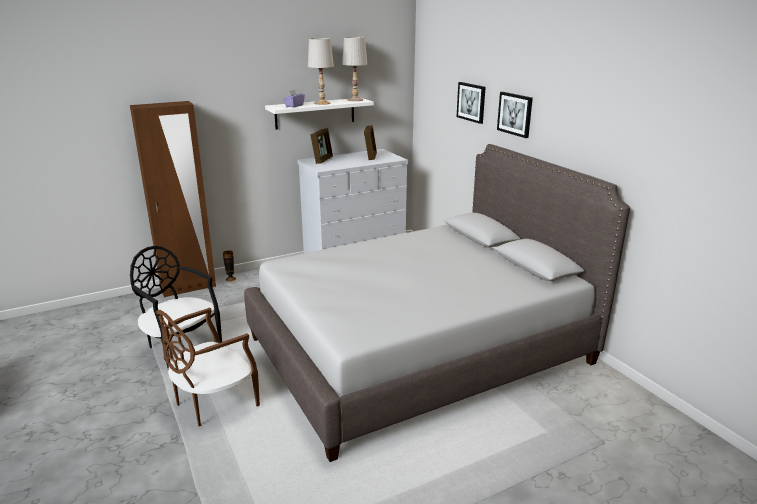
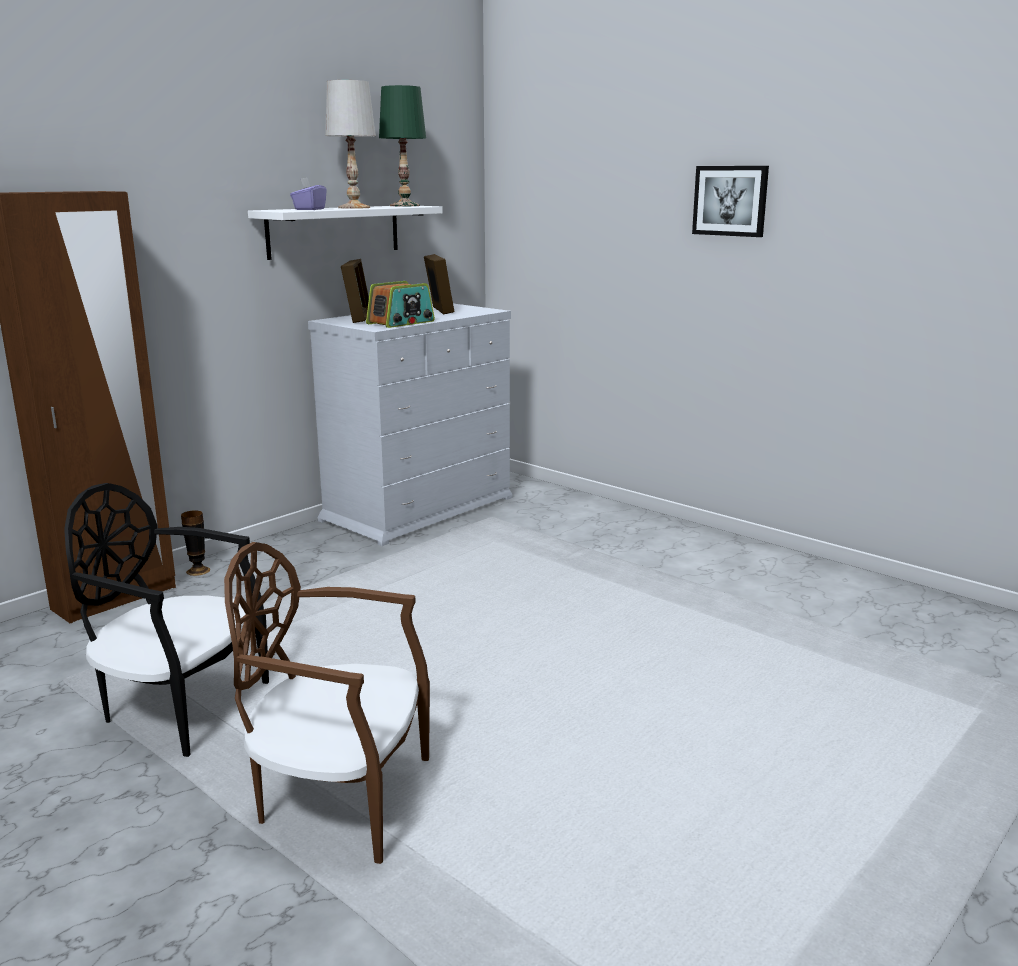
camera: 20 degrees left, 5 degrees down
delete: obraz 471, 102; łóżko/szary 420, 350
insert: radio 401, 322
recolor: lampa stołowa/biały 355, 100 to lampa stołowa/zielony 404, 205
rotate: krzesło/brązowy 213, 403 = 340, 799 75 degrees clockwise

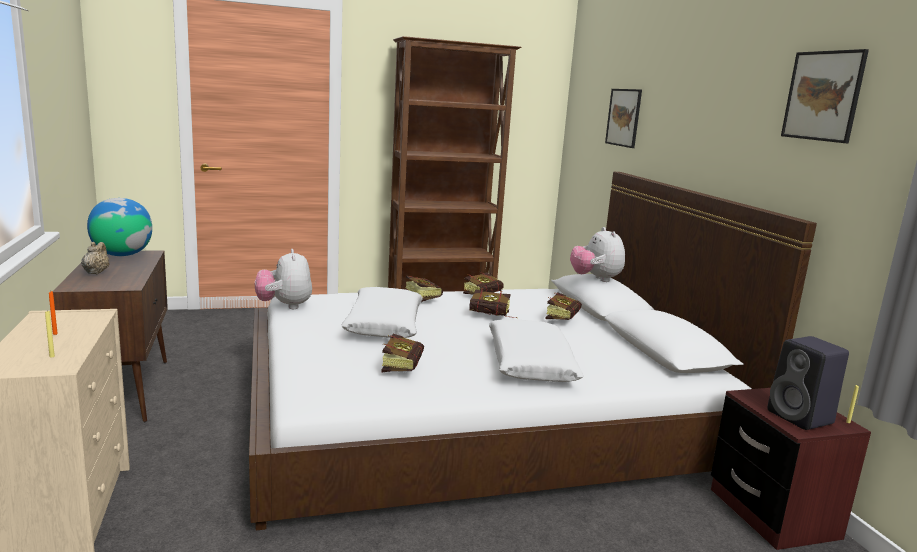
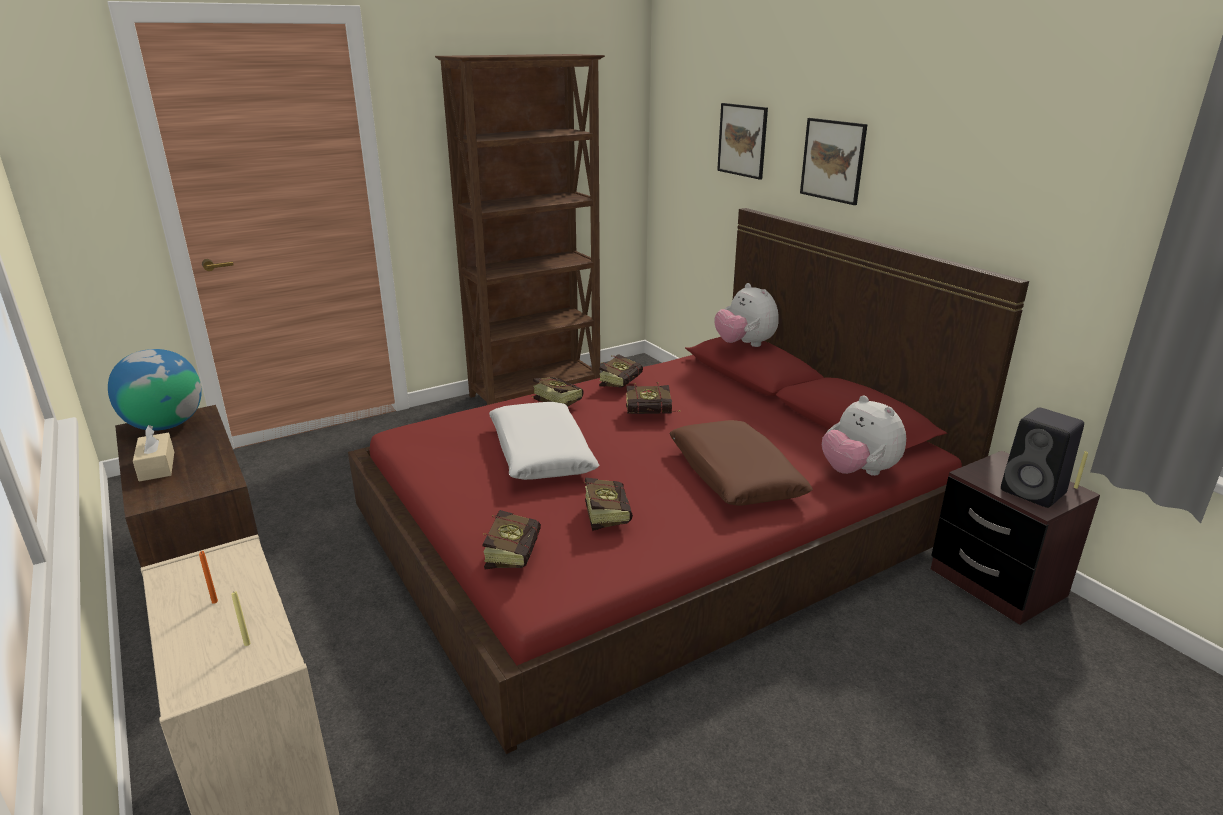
camera: 15 degrees left, 10 degrees up
move: obraz 823, 96 to 833, 160; pluszak 284, 306 to 858, 472; książka 563, 318 to 514, 553
replace: imbryk/beżowy 96, 272 to pudełko chusteczek/beżowy 157, 466
recolor: łóżko/biały 479, 411 to łóżko/czerwony 657, 526; poduszka/biały 530, 363 to poduszka/brązowy 734, 476

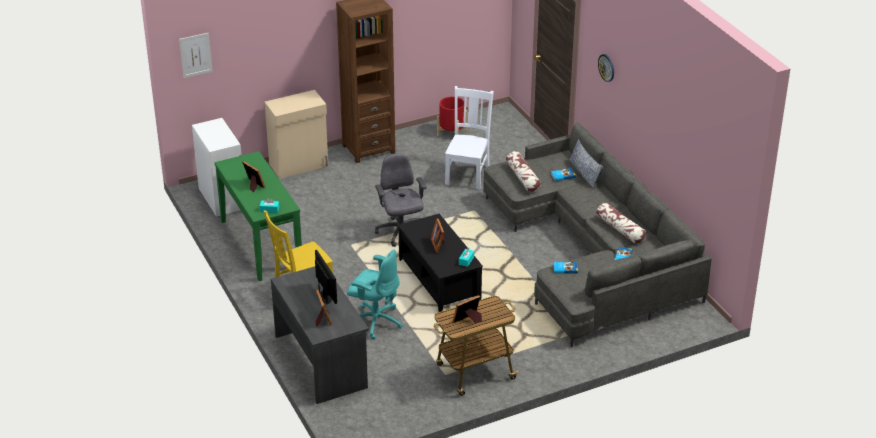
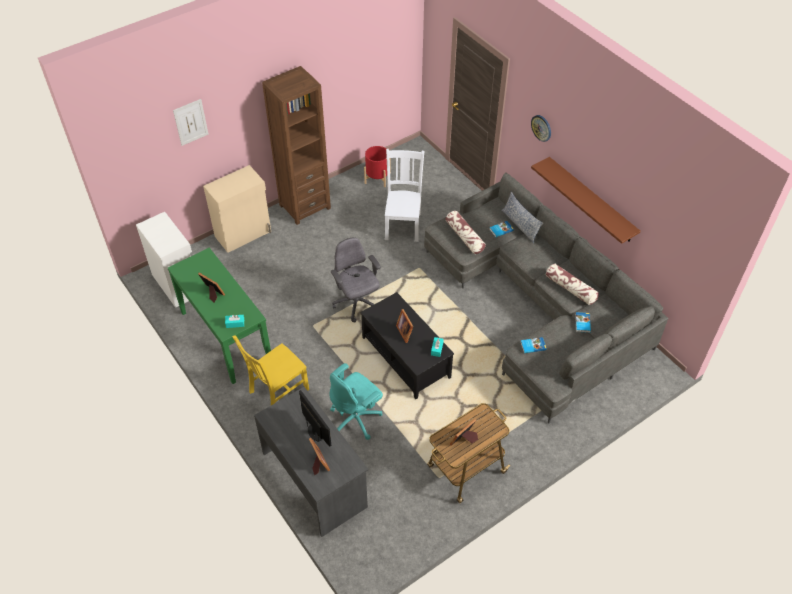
camera: 10 degrees left, 15 degrees up
insert: półka/brązowy 591, 200
move: obraz 195, 55 to 190, 122
rotate: krzesło biurowe/turkusowy 375, 321 = 356, 419 120 degrees clockwise

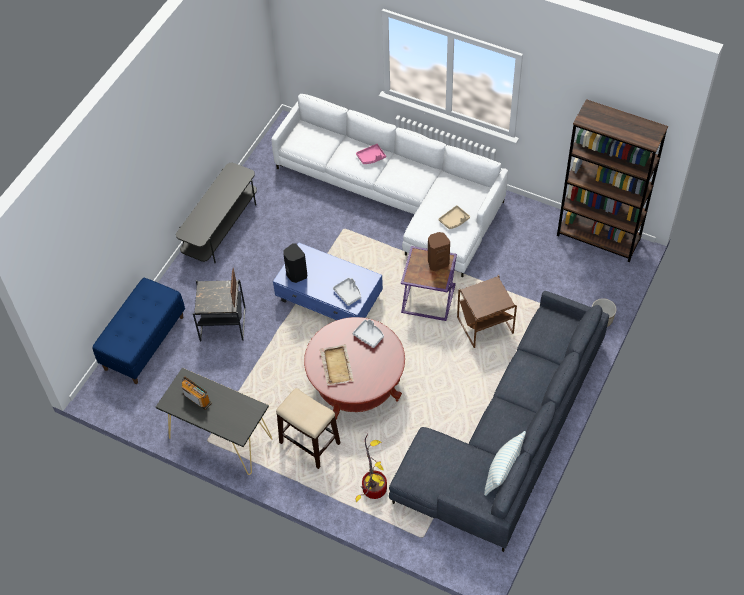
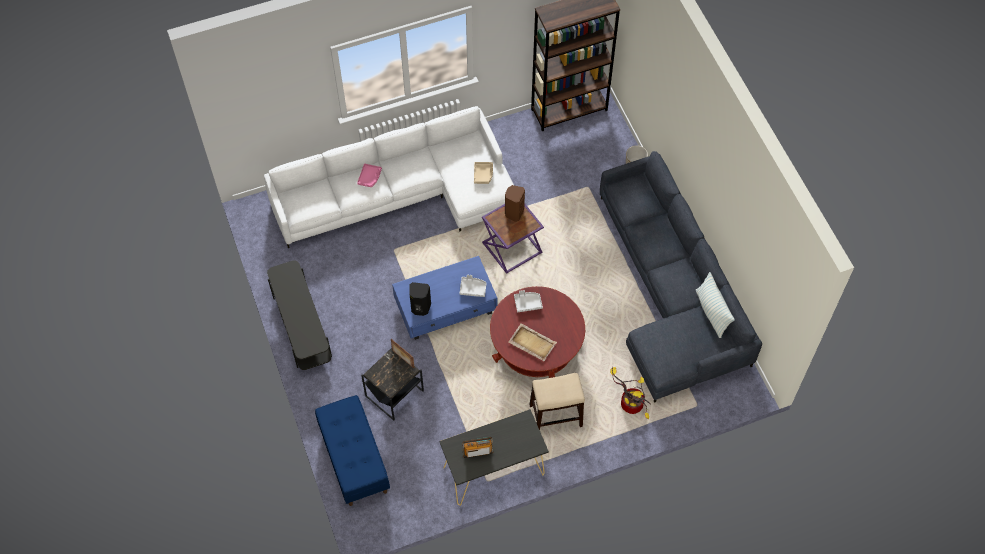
camera: 50 degrees left, 5 degrees up
delete: stolik/brązowy 484, 325

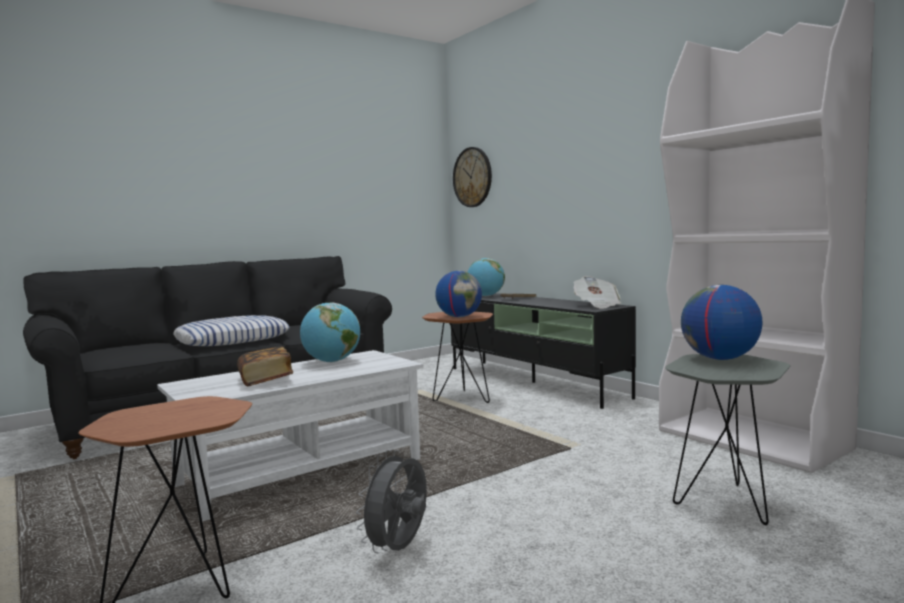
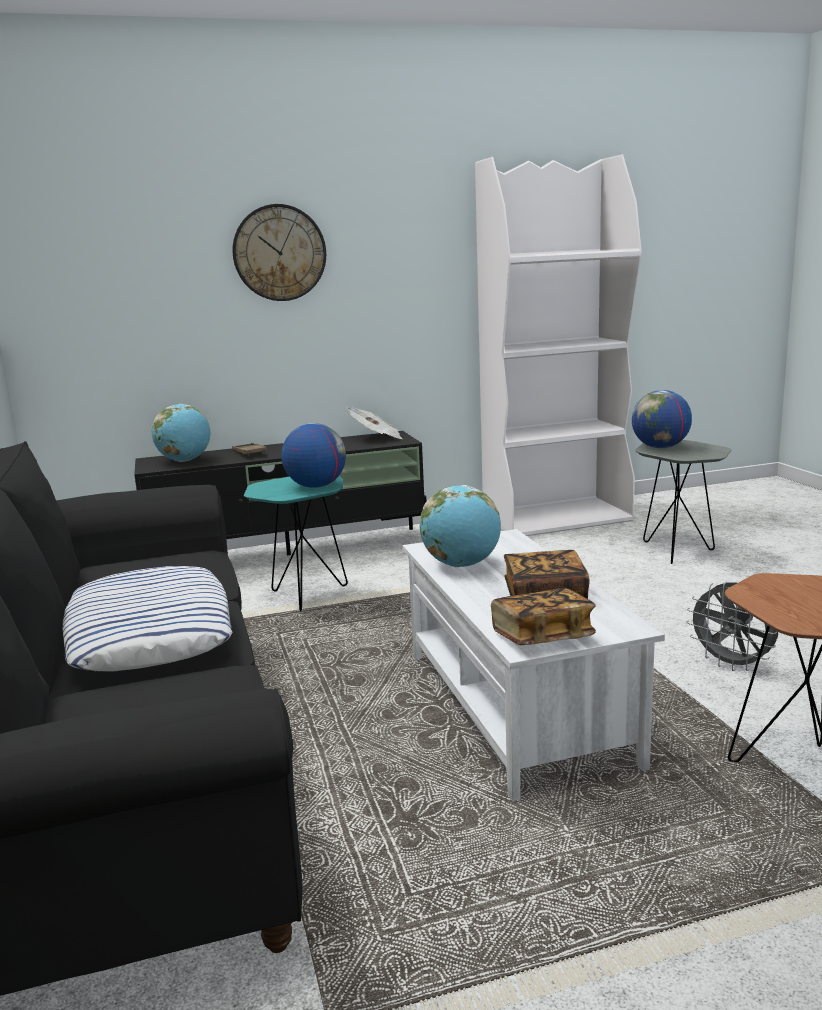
camera: 70 degrees left, 10 degrees up
insert: książka 542, 637
move: zegar ścienny 472, 177 to 279, 253
recolor: stolik/brązowy 460, 398 to stolik/turkusowy 304, 596

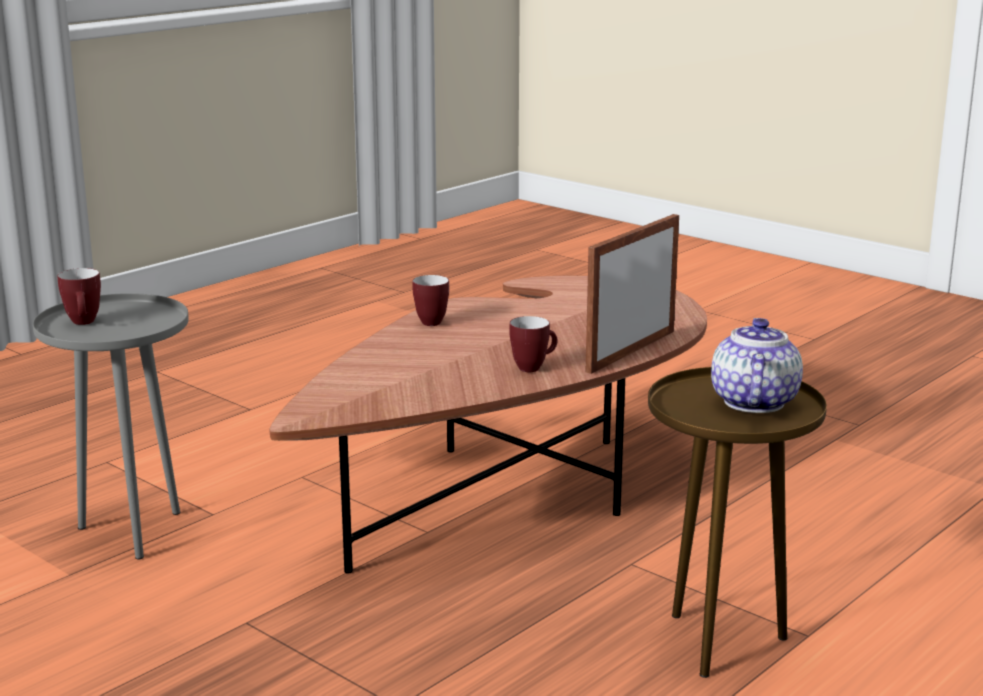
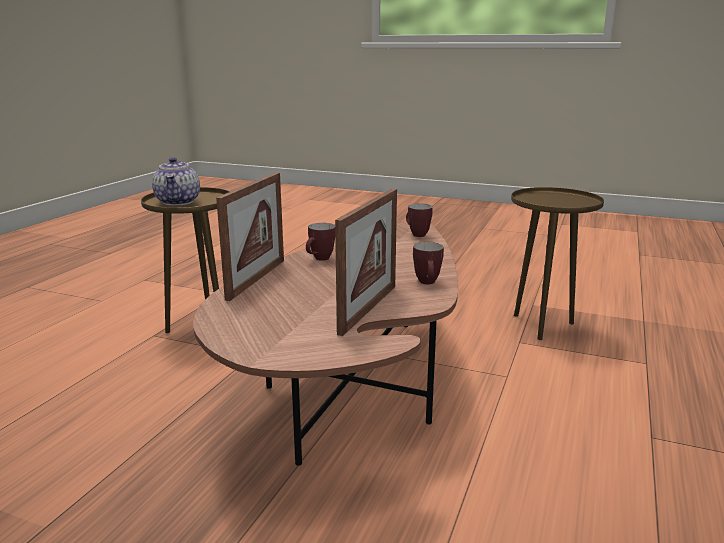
camera: 160 degrees right, 0 degrees up
insert: ramka na zdjęcie 368, 308
move: kubek 84, 323 to 416, 234
recolor: stolik/szary 132, 532 to stolik/brązowy 542, 325

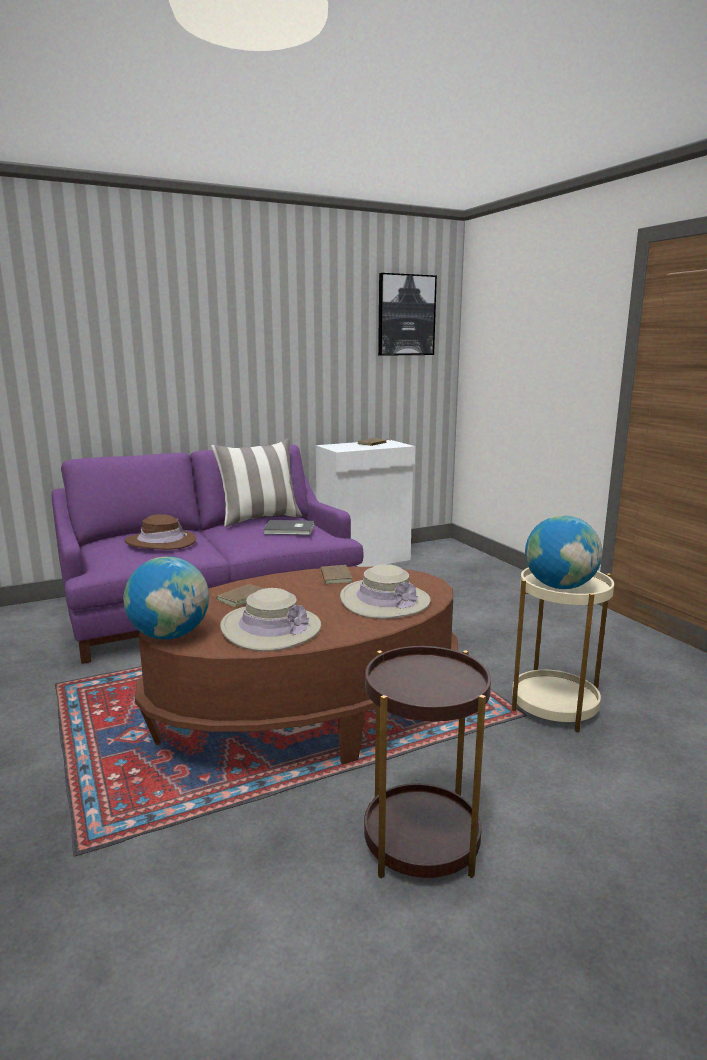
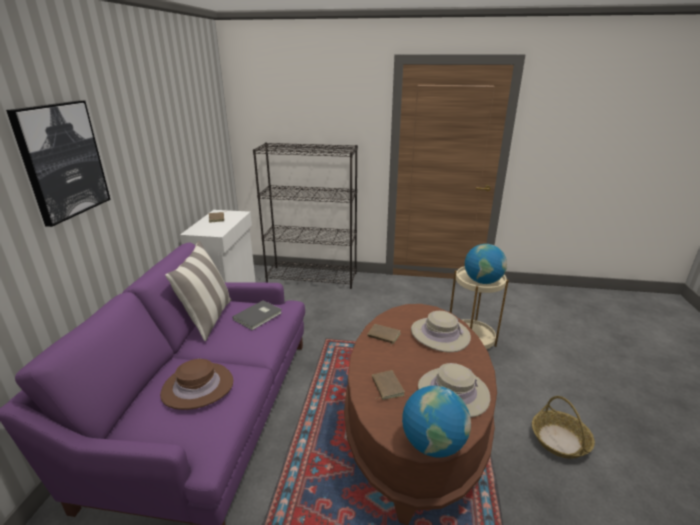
camera: 55 degrees left, 10 degrees up
insert: regał/czarny 312, 277
move: obraz 406, 315 to 62, 161
replace: stolik/brązowy 421, 842 to koszyk 560, 440

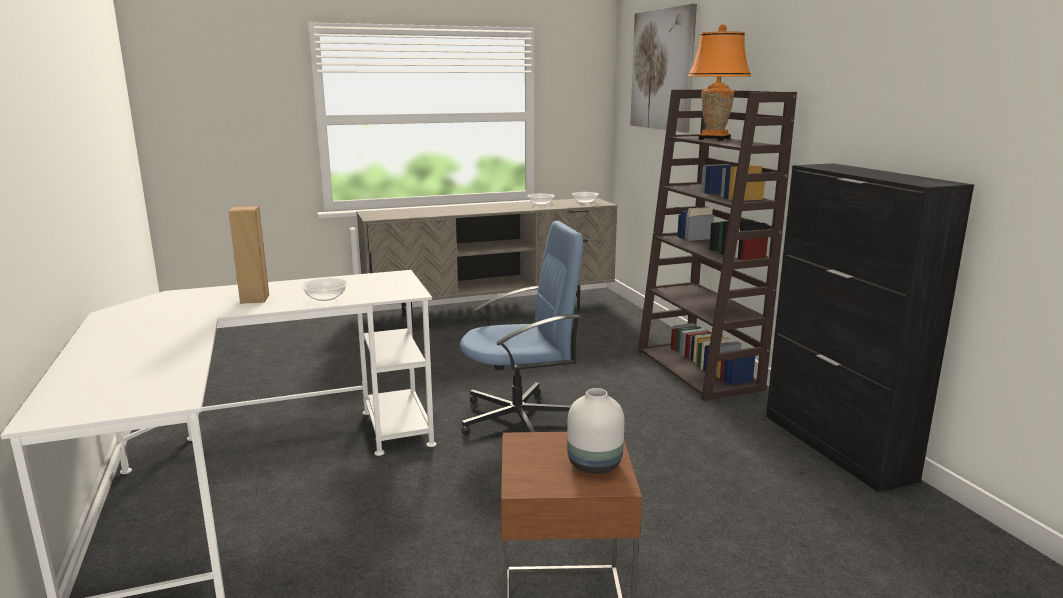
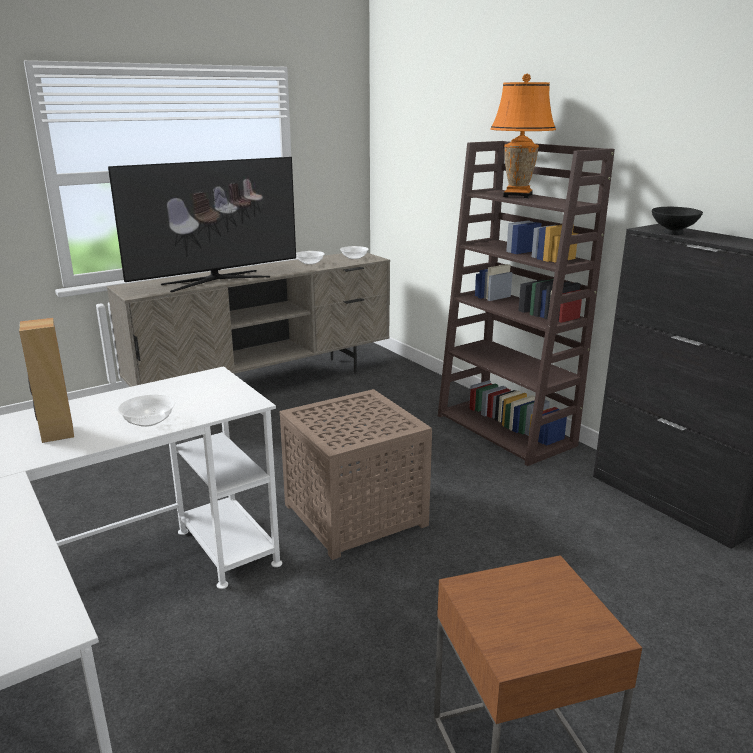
camera: 15 degrees left, 5 degrees up
delete: obraz 662, 70; wazon/biały 596, 464
insert: telewizor 215, 280; miska/czarny 674, 233
replace: krzesło biurowe/niebieski 520, 419 to stolik/brązowy 357, 515

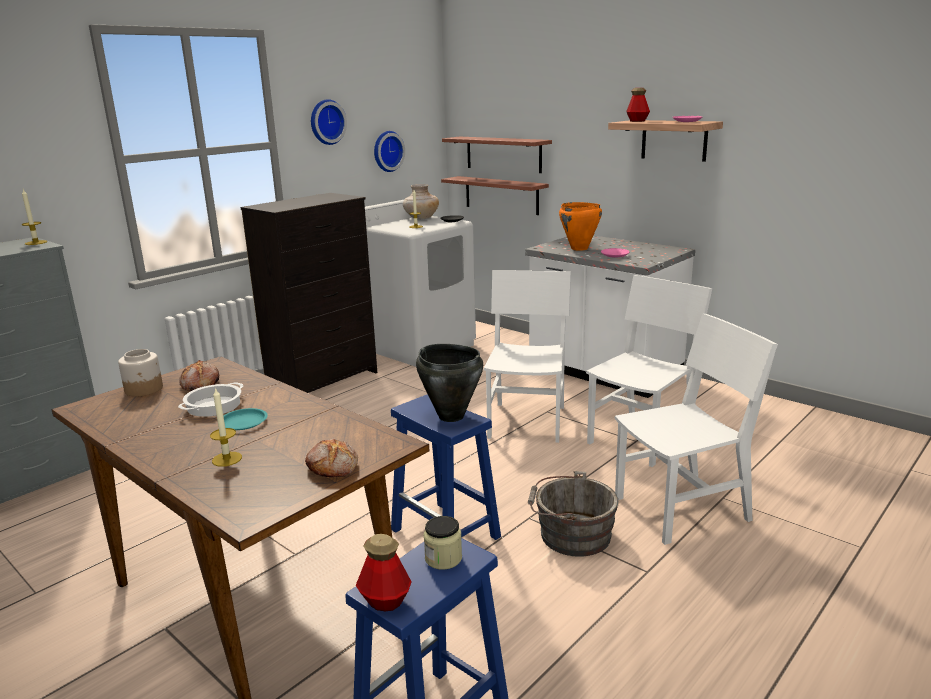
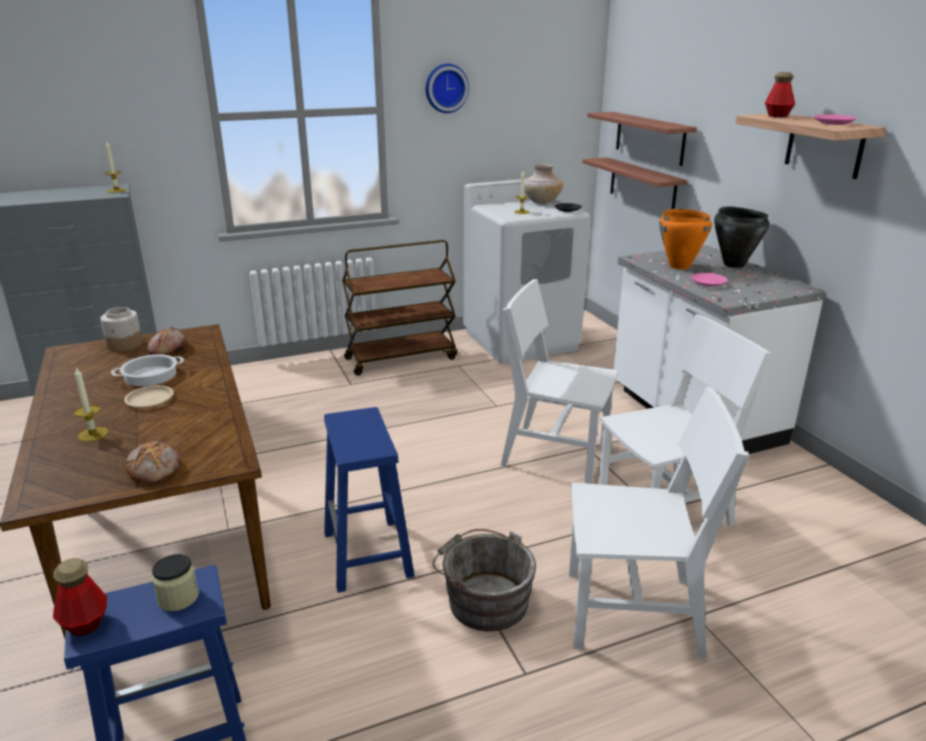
camera: 25 degrees right, 5 degrees up
delete: zegar ścienny 387, 151
move: garnek/czarny 451, 416 to 733, 264
replace: komoda/czarny 324, 381 to wózek/brązowy 401, 358
recolor: talerz/turkusowy 243, 422 to talerz/beżowy 150, 399
rotate: krzesło/biały 527, 422 = 555, 454 105 degrees counterclockwise

